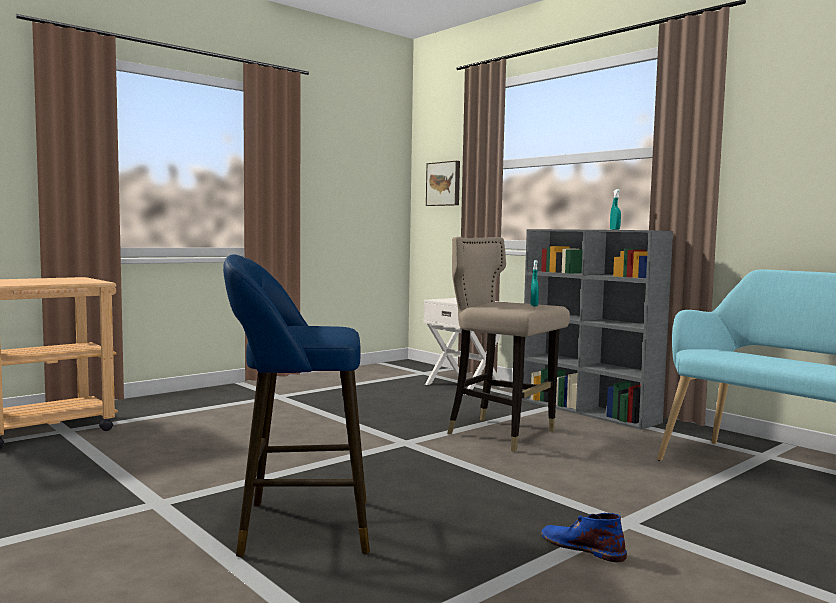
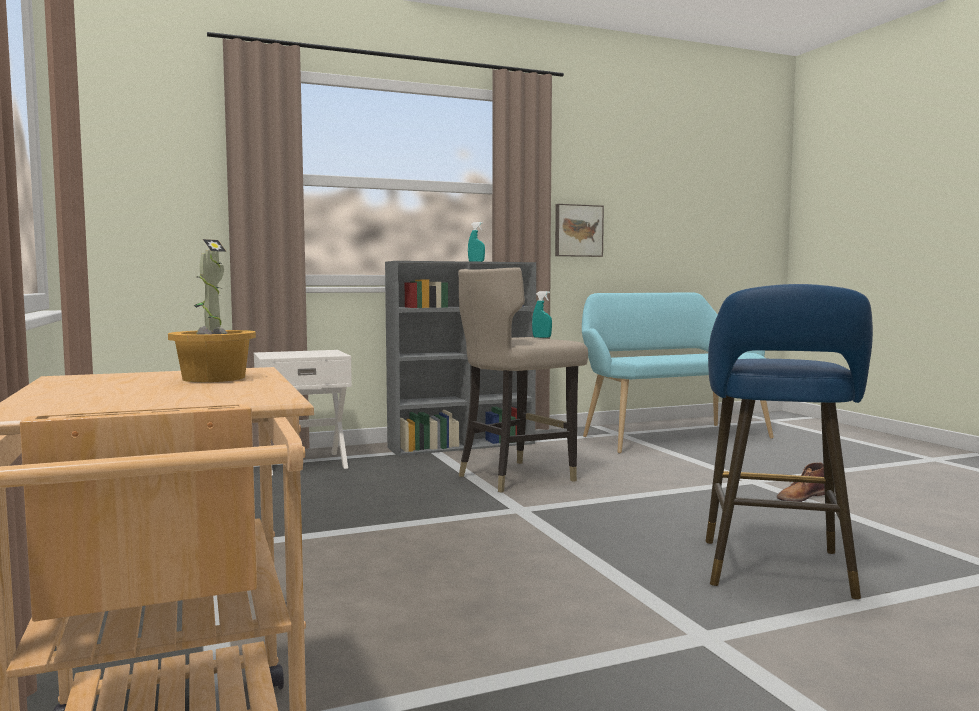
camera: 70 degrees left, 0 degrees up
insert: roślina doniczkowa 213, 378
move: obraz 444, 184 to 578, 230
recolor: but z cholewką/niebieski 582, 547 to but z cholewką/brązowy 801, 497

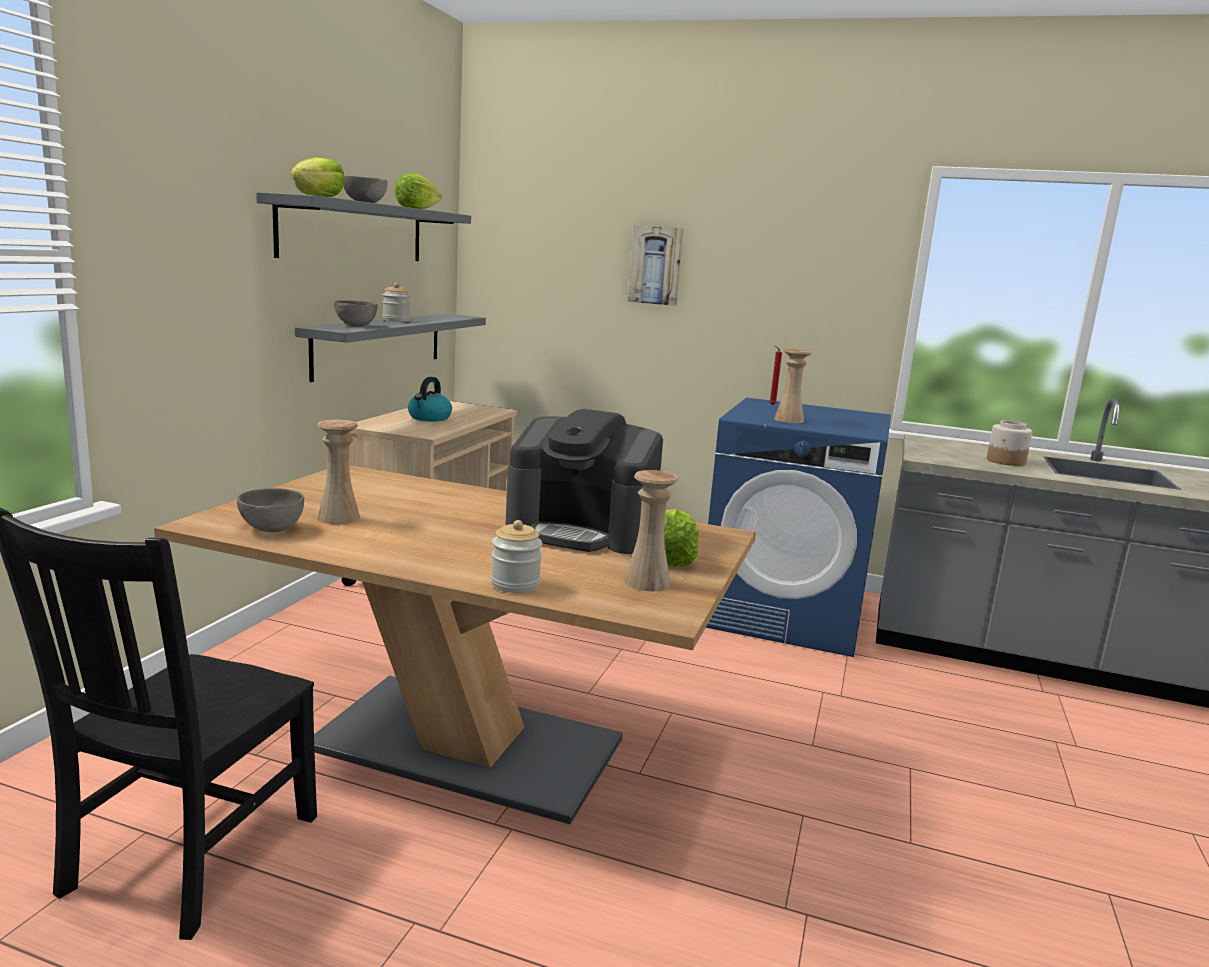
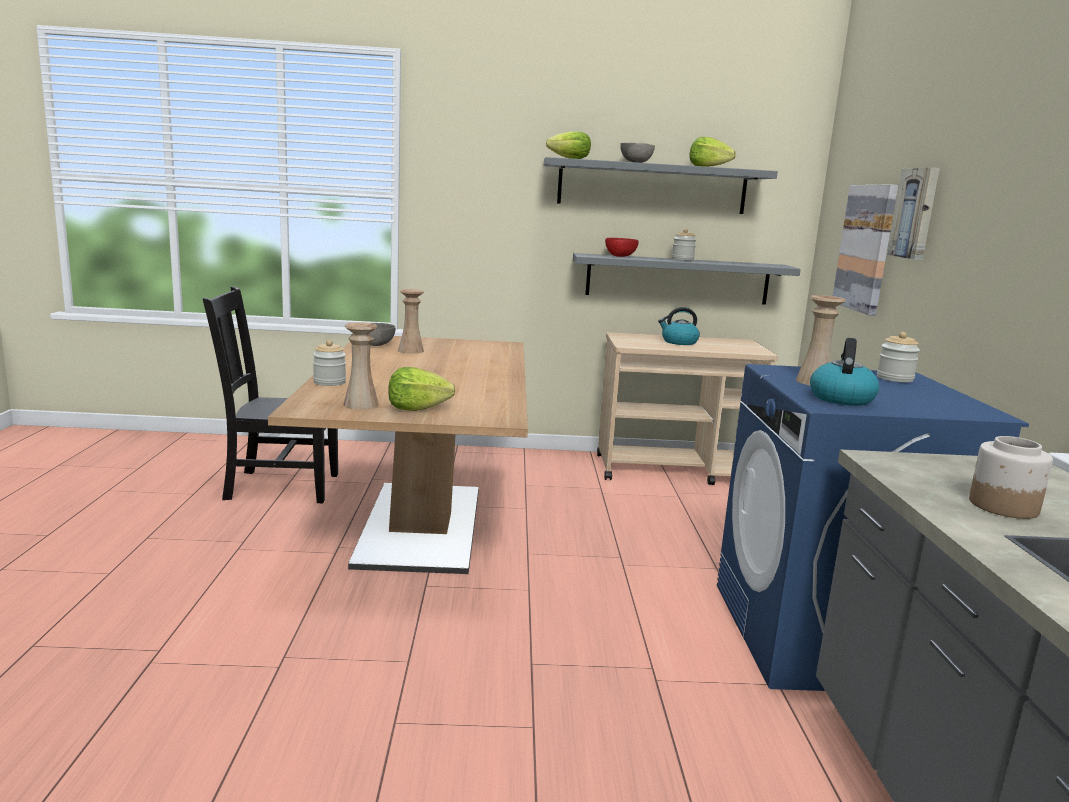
camera: 70 degrees right, 0 degrees up
delete: ekspres do kawy 583, 530
insert: obraz 866, 248; czajnik 841, 398
replace: świeca/czerwony 771, 405 to słoik 894, 378
recolor: miska/szary 355, 325 to miska/czerwony 619, 256

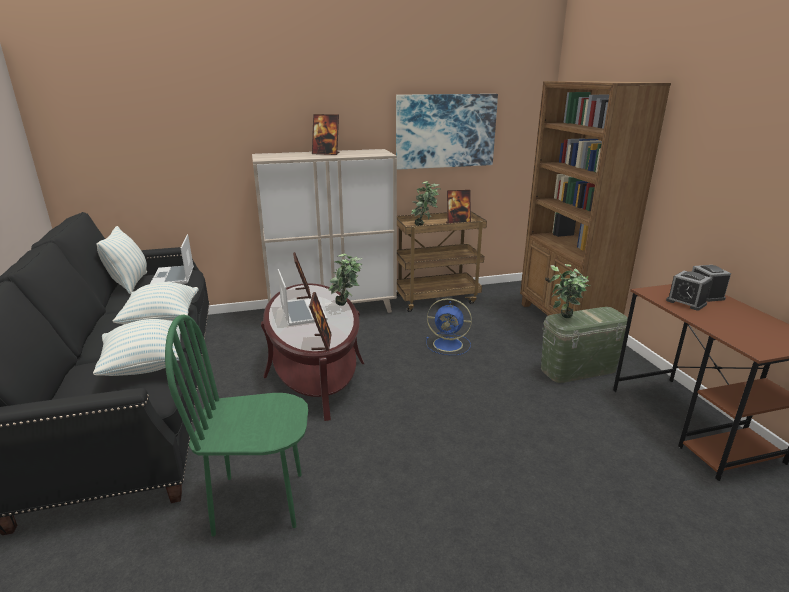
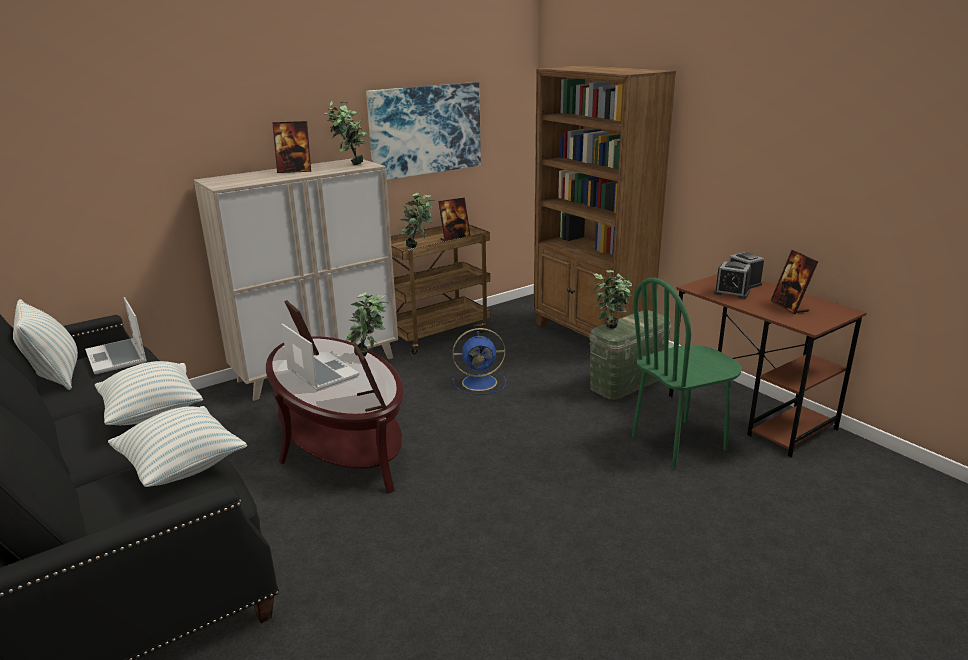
camera: 20 degrees left, 0 degrees up
insert: roślina doniczkowa 349, 165; ramka na zdjęcie 789, 306
move: krzesło/zielony 259, 502 to 679, 443

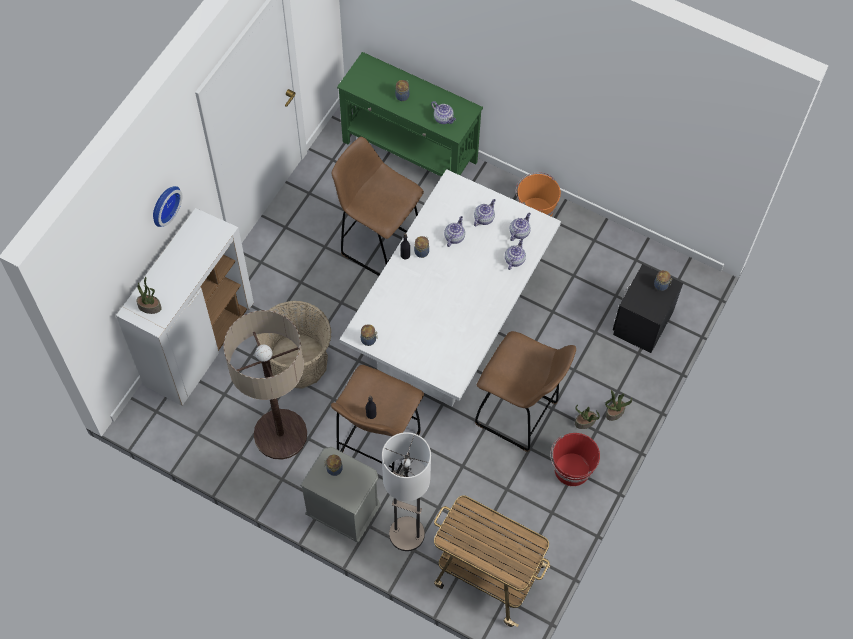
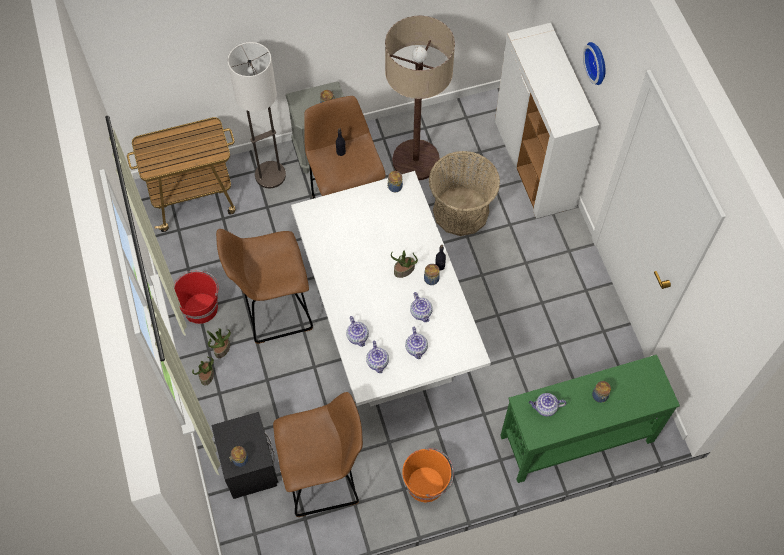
camera: 135 degrees right, 0 degrees up
move: stołek/brązowy 378, 245 to 324, 479; roślina doniczkowa 150, 306 to 404, 270

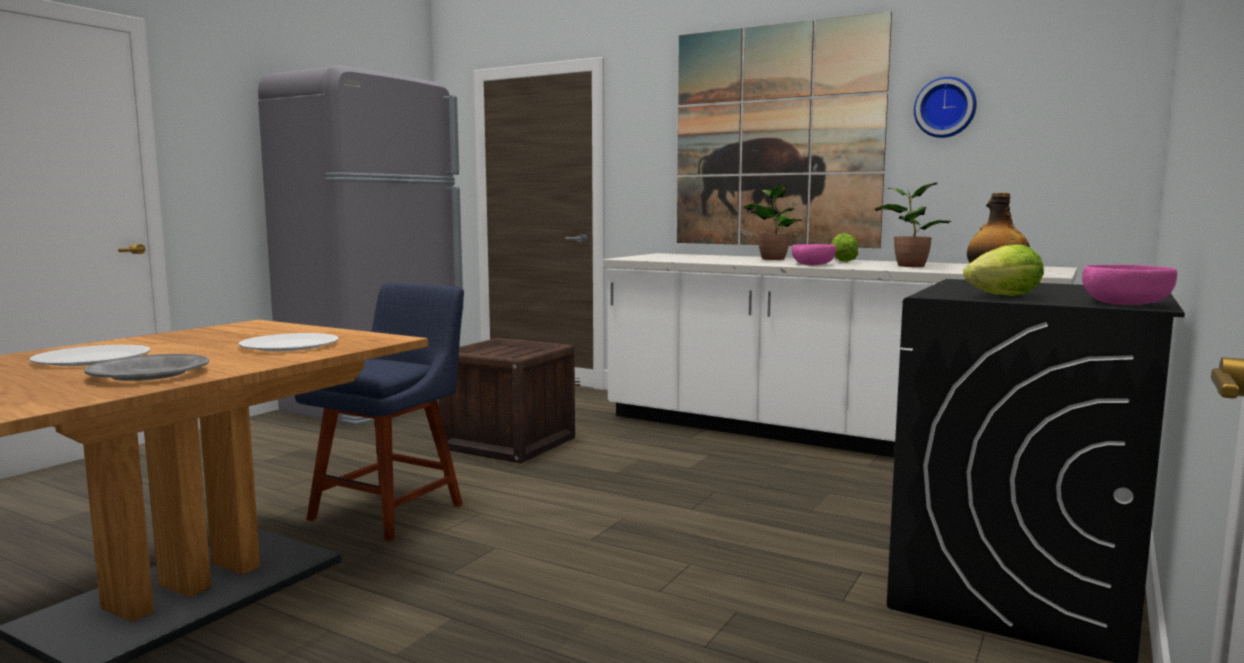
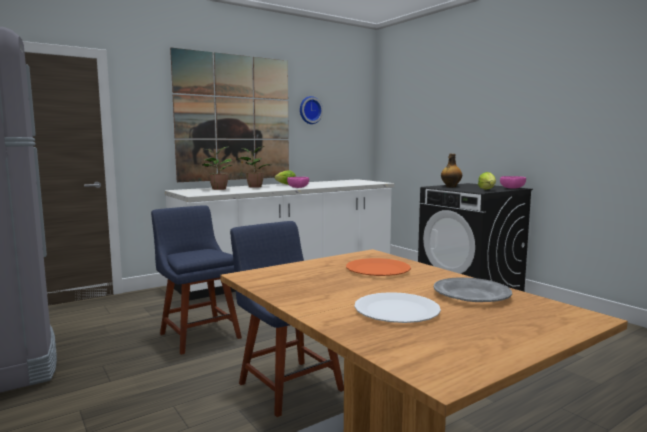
camera: 65 degrees left, 0 degrees up
move: roślina doniczkowa 909, 266 to 218, 189
replace: skrzynka 509, 443 to krzesło/niebieski 198, 334
recolor: talerz/biały 290, 345 to talerz/pomarańczowy 377, 269

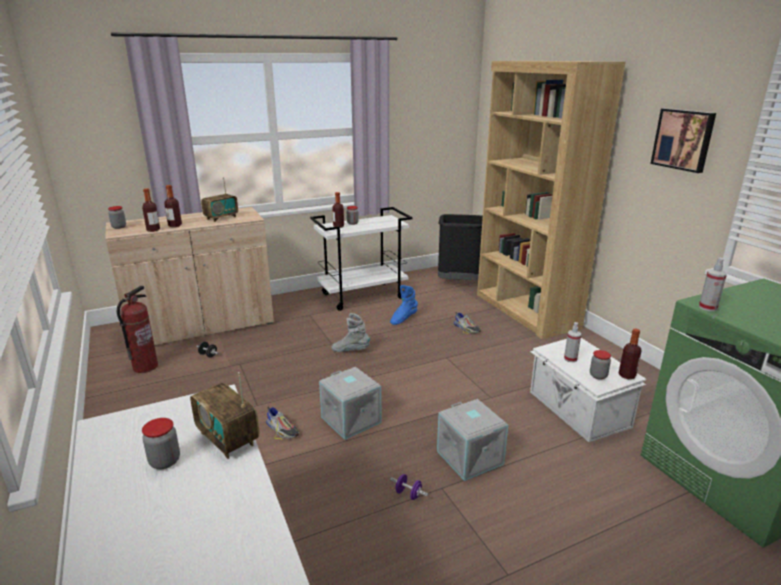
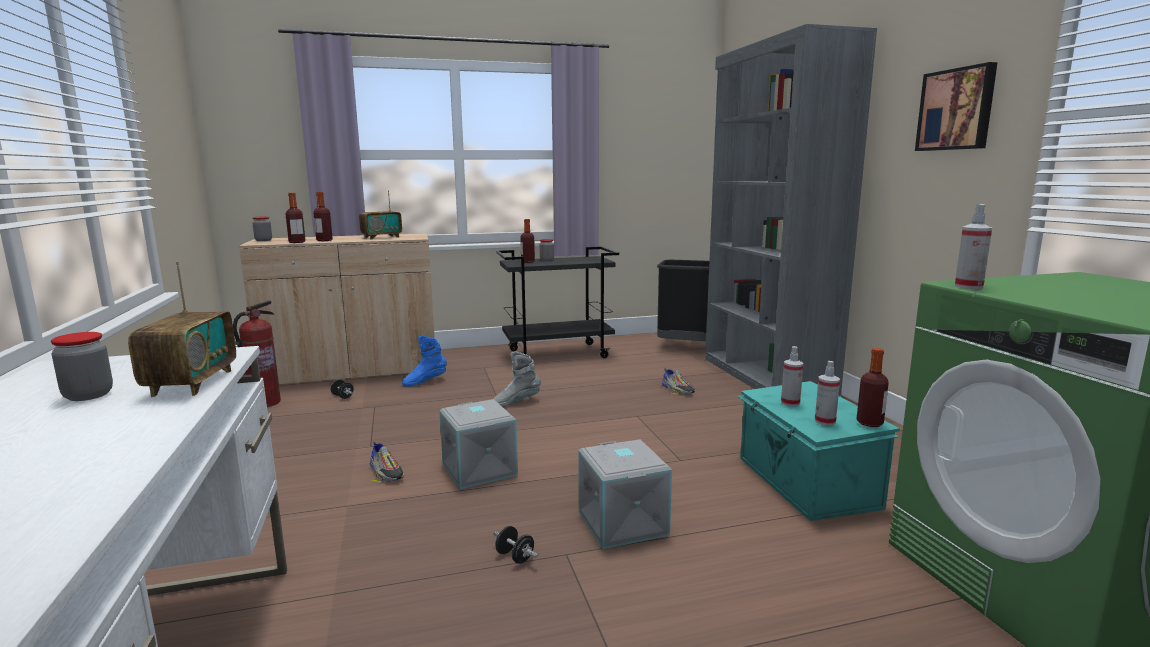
camera: 10 degrees right, 10 degrees down
move: but z cholewką/niebieski 403, 319 to 425, 382
replace: słoik 598, 376 to spryskiwacz 825, 421
recolor: regał/brązowy 525, 311 to regał/szary 765, 377; wózek/biały 363, 296 to wózek/czarny 558, 354; pojemnik do przechowywania/biały 578, 409 to pojemnik do przechowywania/turkusowy 805, 482; hantel/fioletowy 408, 494 to hantel/czarny 515, 557
rotate: but z cholewką/szary 351, 350 = 516, 402 45 degrees counterclockwise; radio 228, 438 = 192, 383 150 degrees counterclockwise

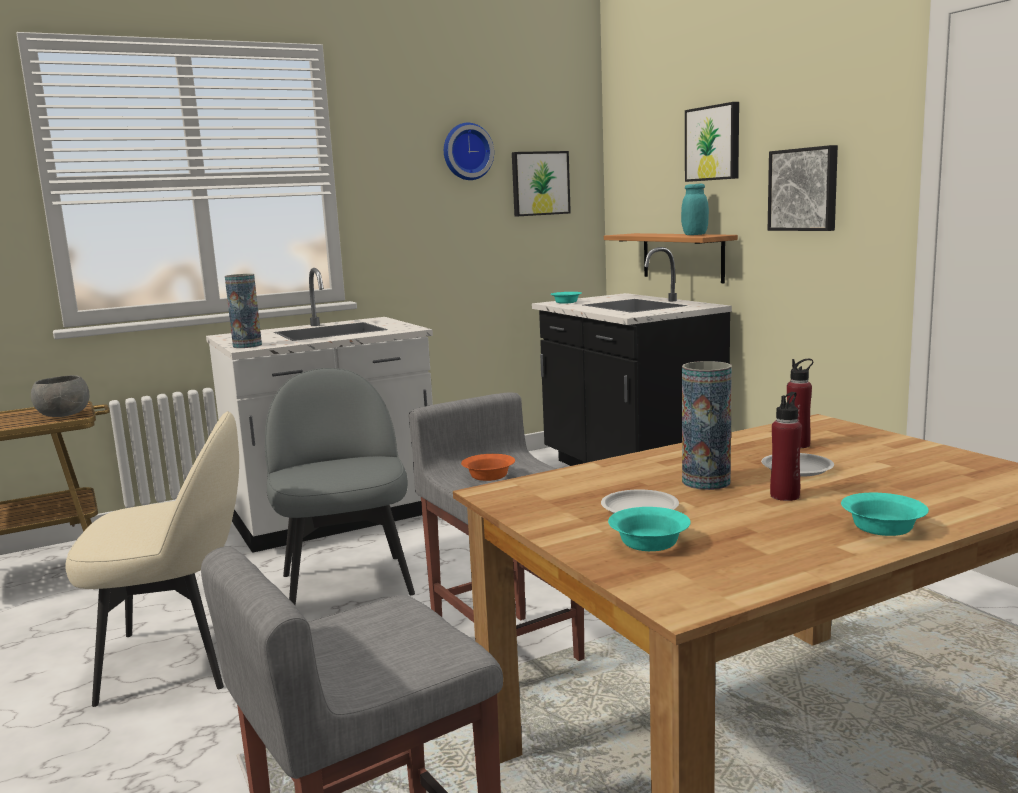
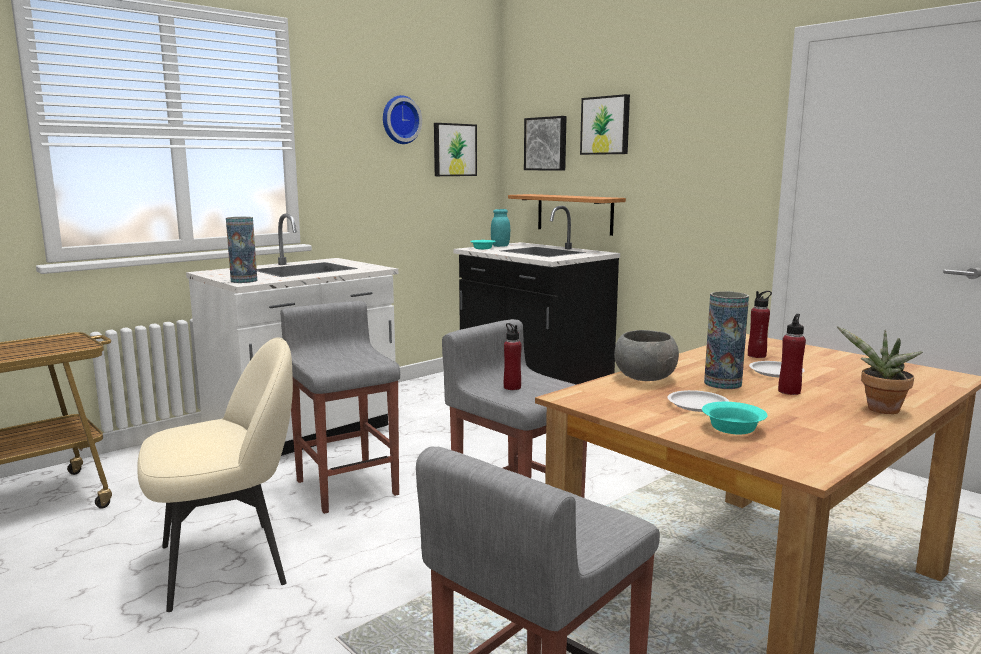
camera: 15 degrees left, 0 degrees up
move: obraz 804, 189 to 546, 144; słoik/turkusowy 695, 234 to 500, 246; miska/szary 64, 415 to 645, 378
replace: krzesło/szary 346, 582 to stołek/szary 346, 486; miska/pomarańczowy 487, 476 to butelka/czerwony 512, 387; miska/turkusowy 885, 528 to roślina doniczkowa 879, 410

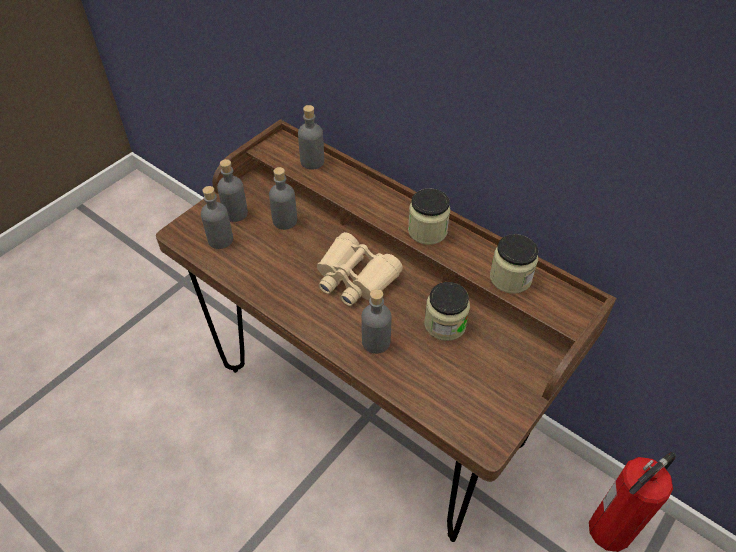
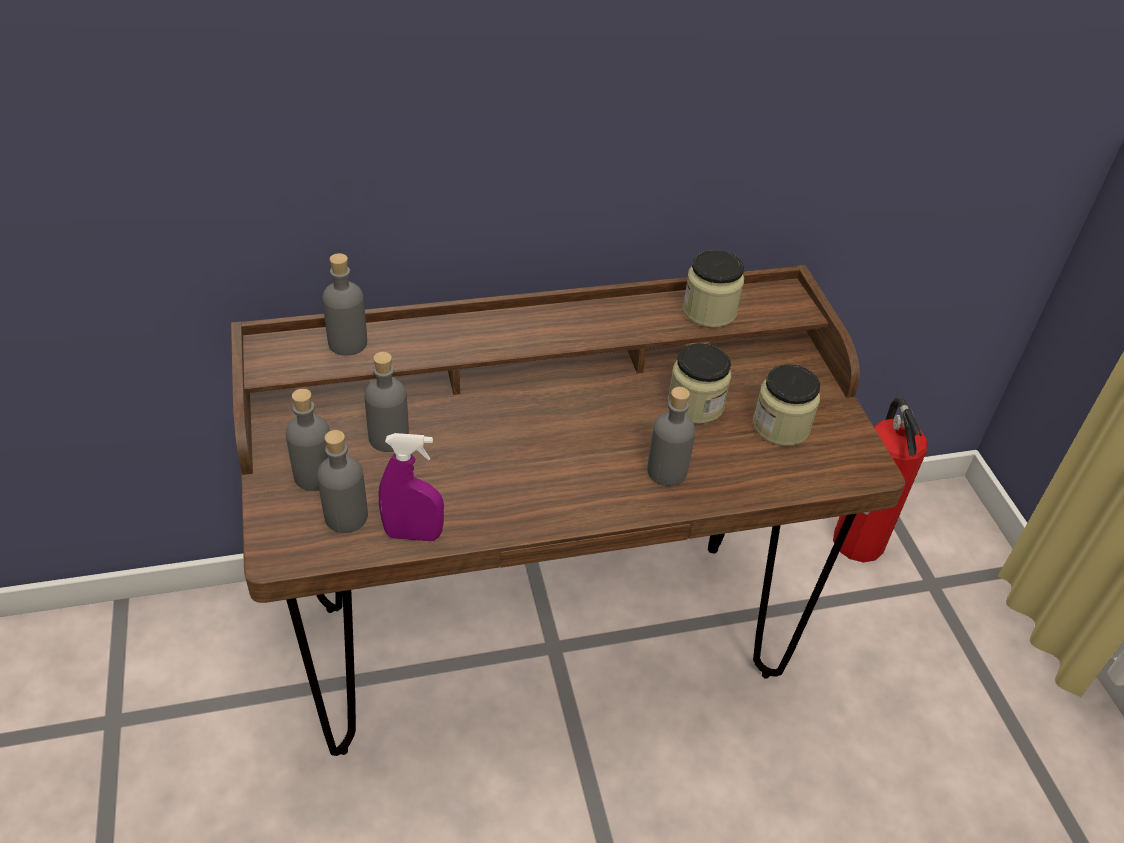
camera: 55 degrees left, 5 degrees down
delete: lornetka/beżowy 355, 278
insert: spryskiwacz/fioletowy 413, 534
move: słoik 427, 231 to 781, 426

